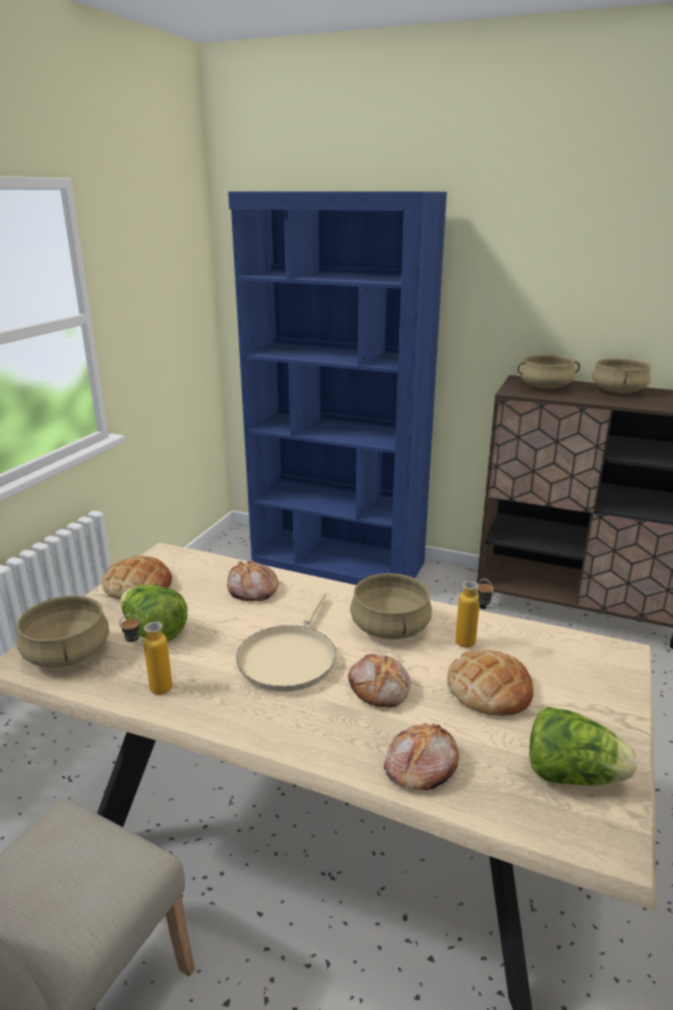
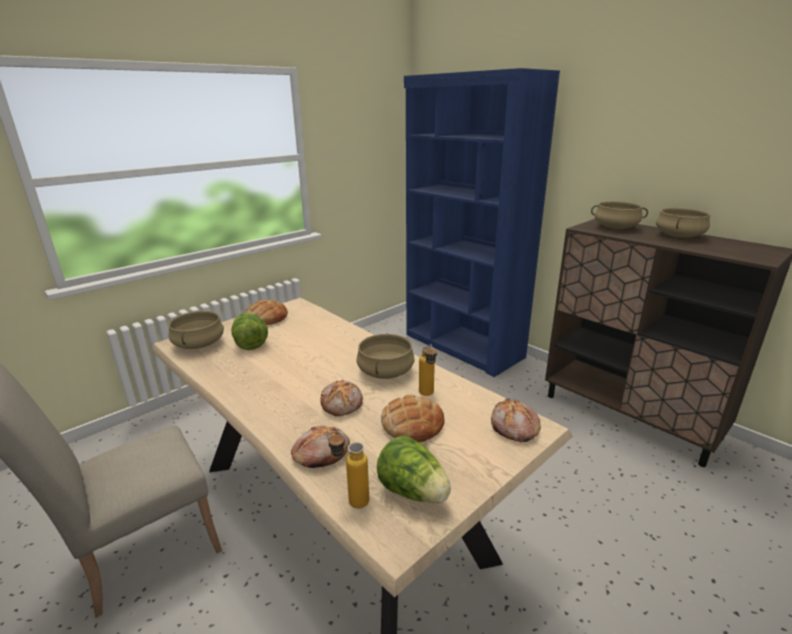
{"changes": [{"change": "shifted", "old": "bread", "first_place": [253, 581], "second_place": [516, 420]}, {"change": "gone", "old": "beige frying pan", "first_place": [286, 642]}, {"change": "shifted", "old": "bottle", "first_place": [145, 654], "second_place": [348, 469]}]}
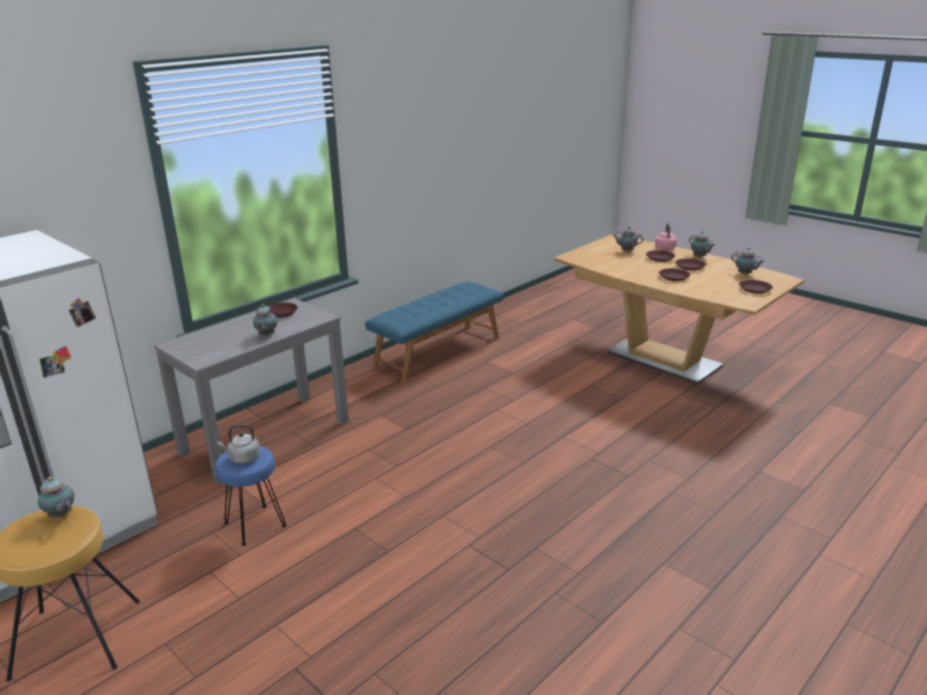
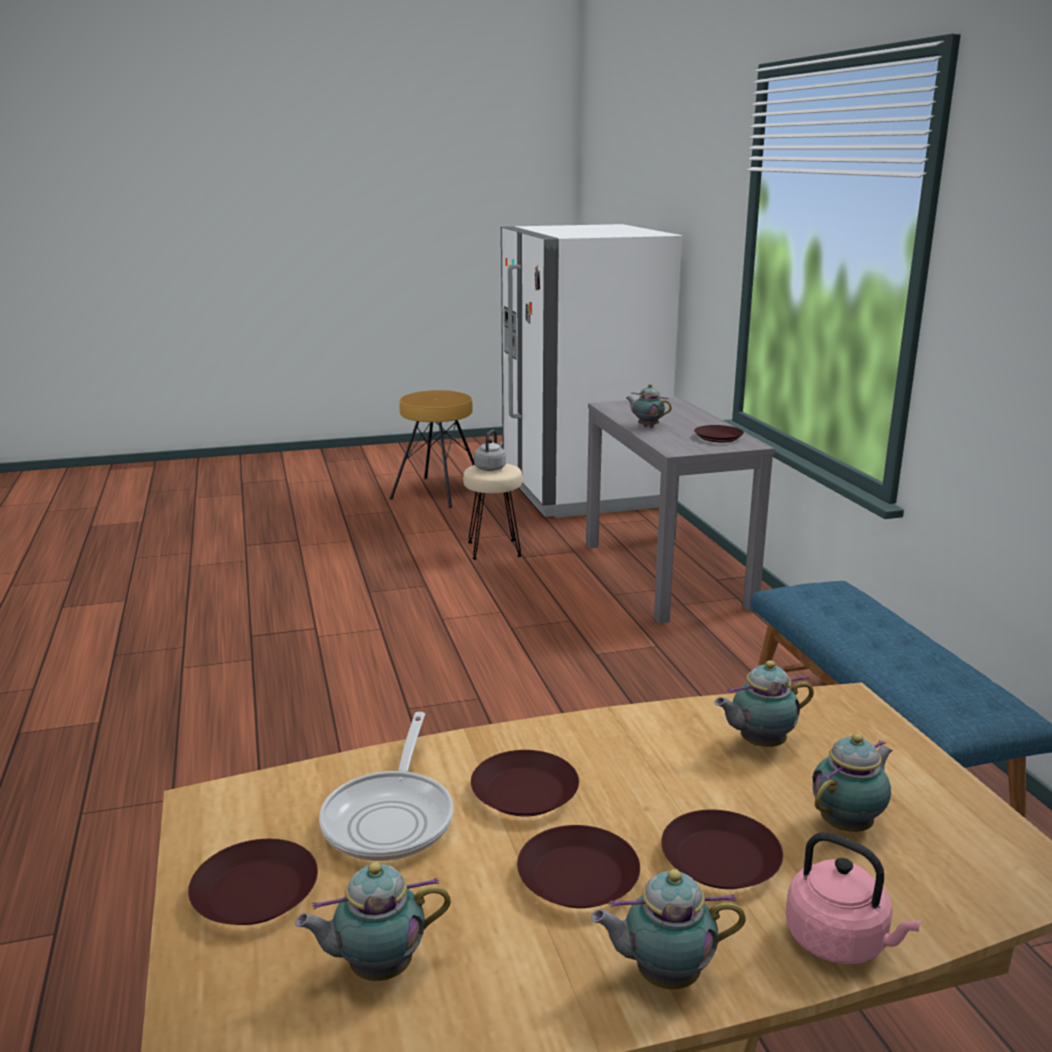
{"changes": [{"change": "repainted", "old": "blue stool", "new": "beige stool", "first_place": [251, 496], "second_place": [493, 512]}, {"change": "shifted", "old": "teapot", "first_place": [56, 497], "second_place": [764, 703]}, {"change": "new", "new": "frying pan", "second_place": [386, 786]}]}
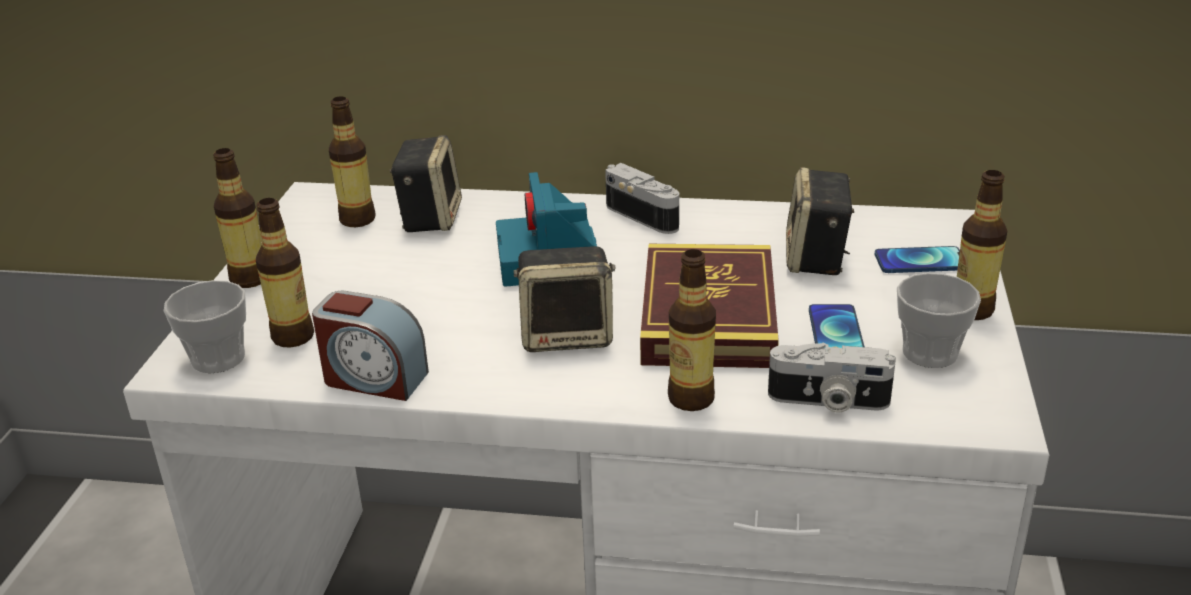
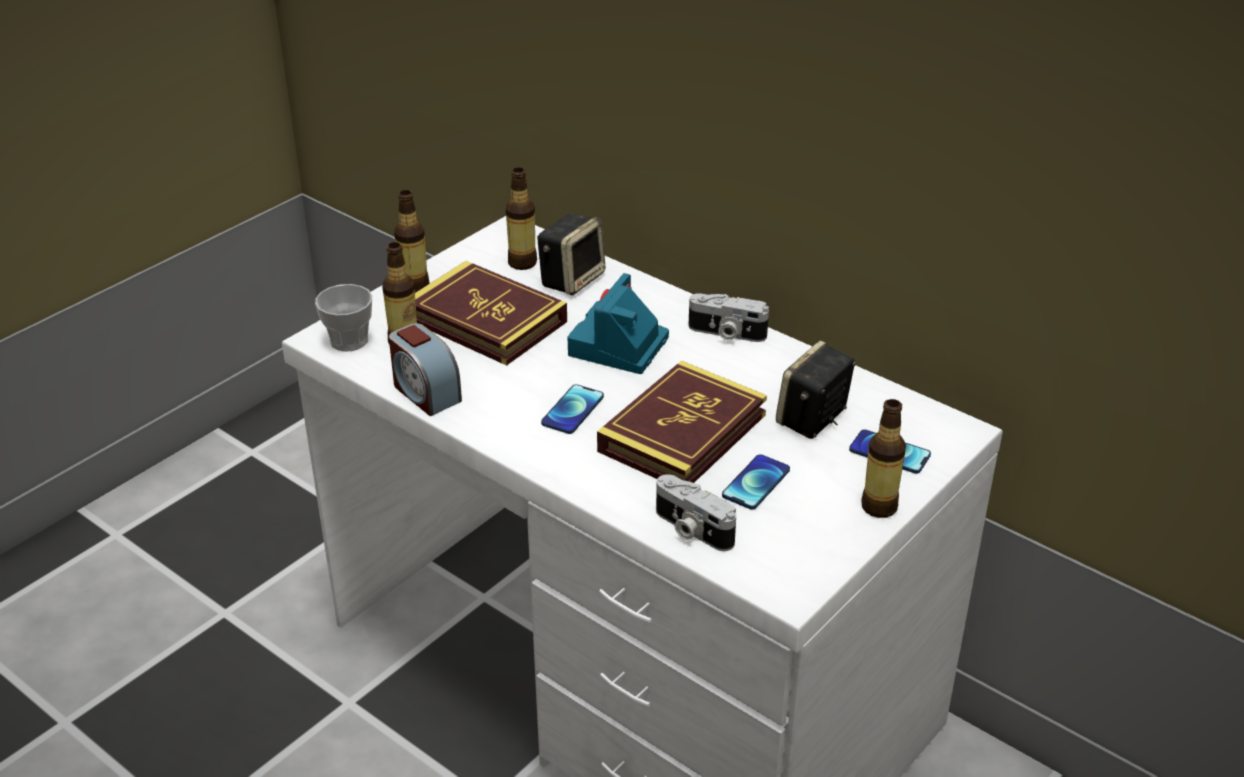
{"changes": [{"change": "rotated", "old": "photo camera", "first_place": [642, 198], "second_place": [728, 317], "degrees": 120}, {"change": "swapped", "old": "speaker", "new": "phone", "first_place": [564, 299], "second_place": [572, 409]}, {"change": "gone", "old": "bottle", "first_place": [692, 330]}, {"change": "gone", "old": "cup", "first_place": [939, 320]}, {"change": "new", "new": "book", "second_place": [491, 313]}]}
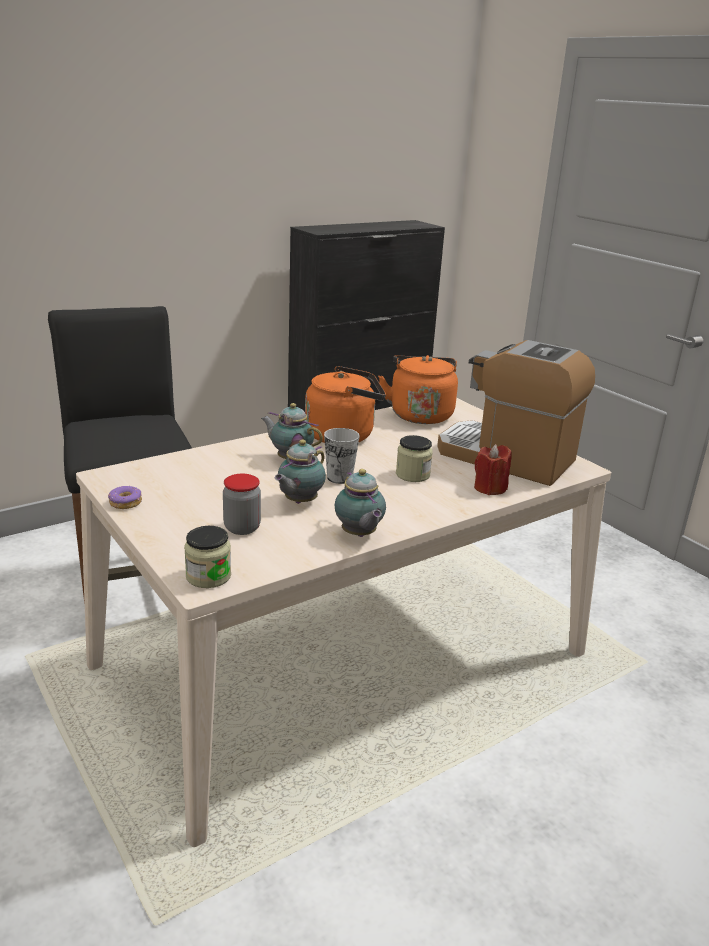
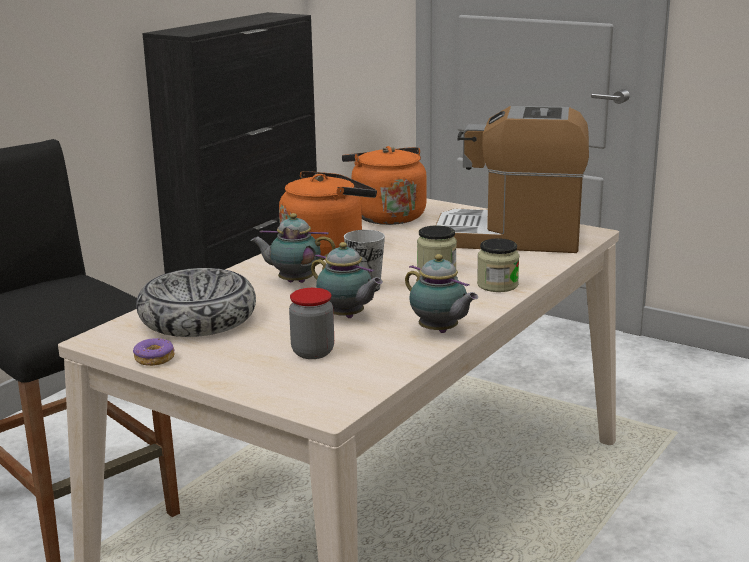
{"changes": [{"change": "rotated", "old": "teapot", "first_place": [300, 472], "second_place": [347, 280], "degrees": -60}, {"change": "gone", "old": "red candle", "first_place": [493, 469]}, {"change": "shifted", "old": "jar", "first_place": [207, 557], "second_place": [498, 265]}, {"change": "new", "new": "bowl", "second_place": [196, 302]}]}
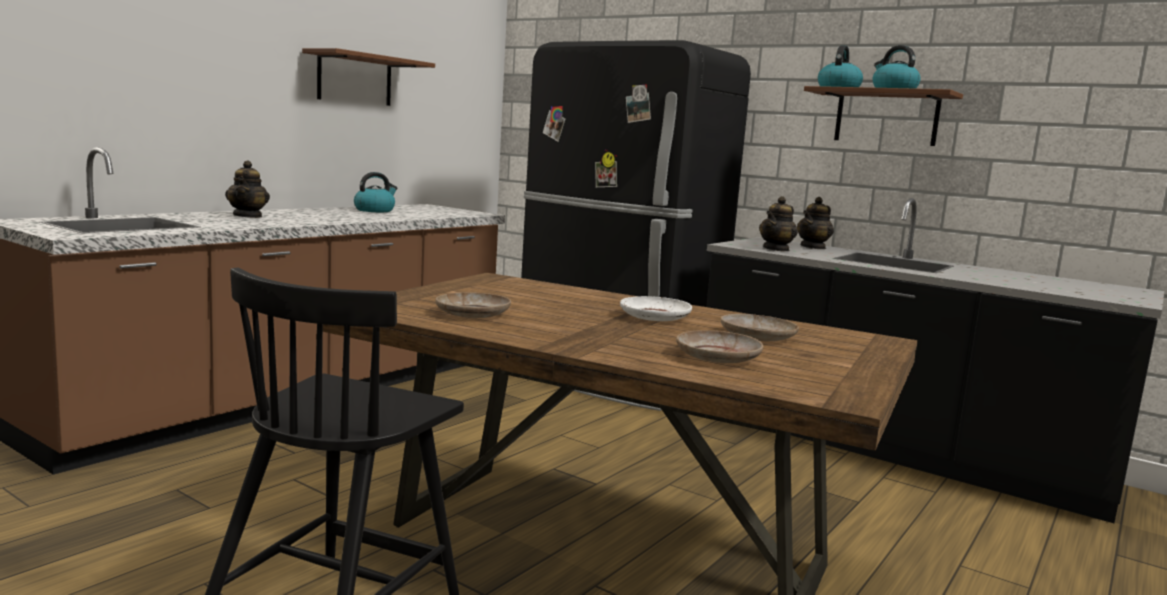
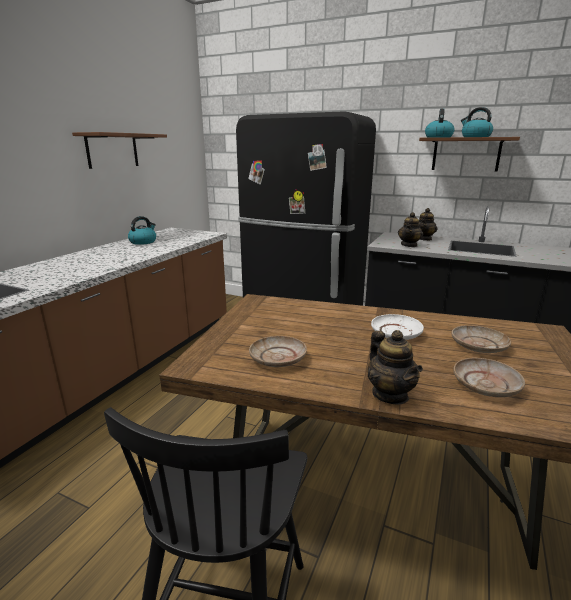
{"changes": [{"change": "shifted", "old": "teapot", "first_place": [247, 189], "second_place": [395, 367]}]}
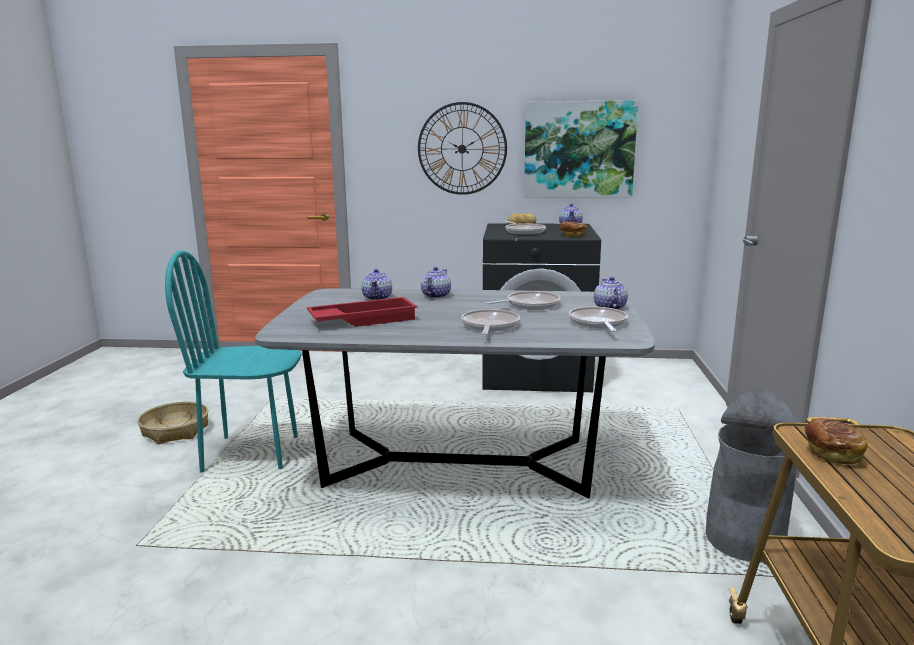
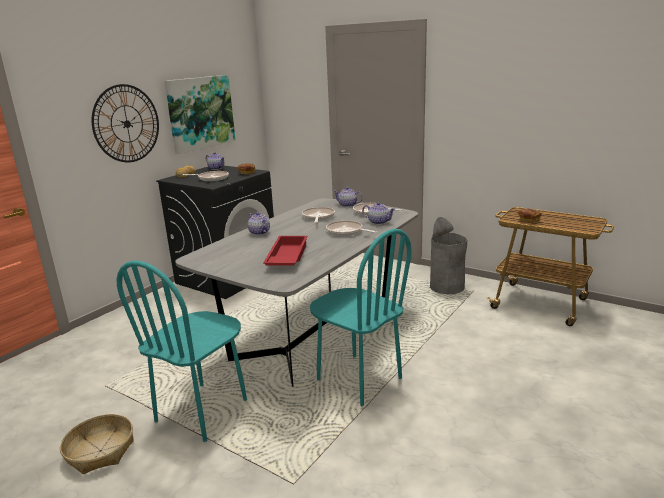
{"changes": [{"change": "shifted", "old": "teapot", "first_place": [376, 284], "second_place": [378, 213]}, {"change": "new", "new": "turquoise chair", "second_place": [360, 317]}]}
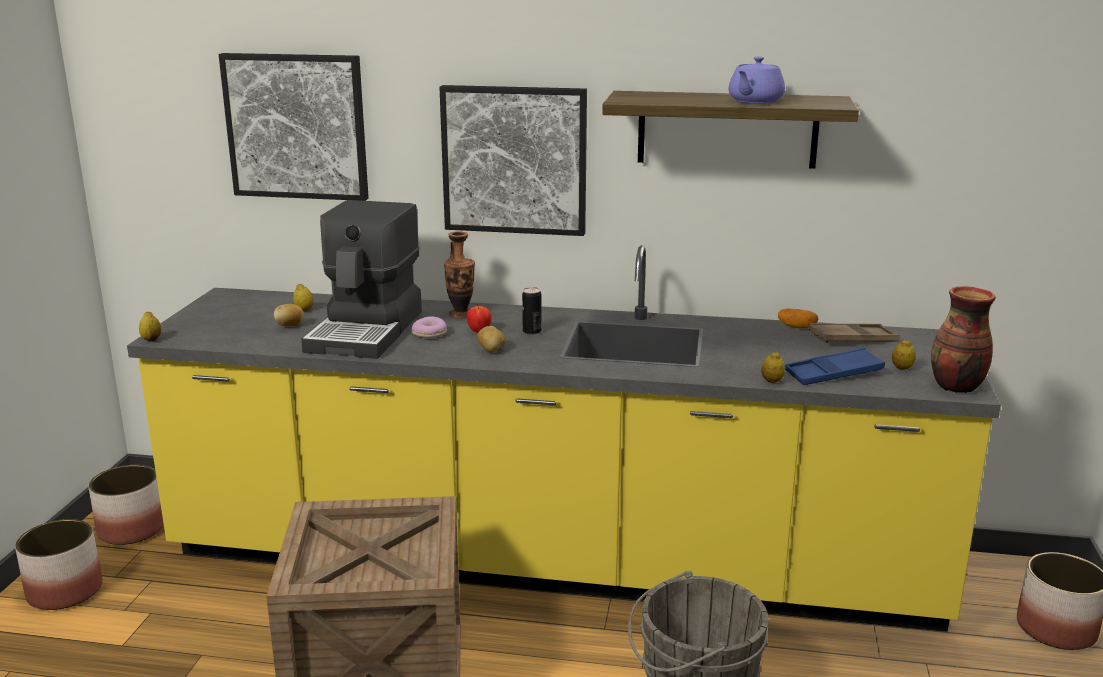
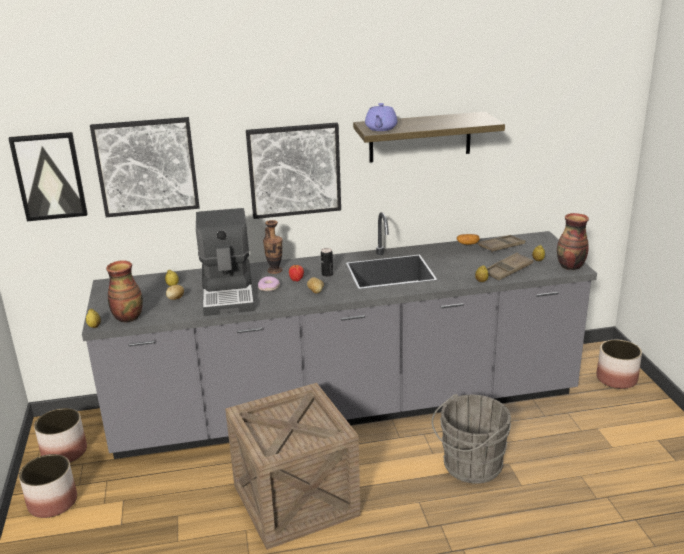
{"changes": [{"change": "shifted", "old": "purple teapot", "first_place": [757, 80], "second_place": [381, 117]}, {"change": "repainted", "old": "yellow counter", "new": "grey counter", "first_place": [564, 438], "second_place": [339, 335]}, {"change": "repainted", "old": "blue tray", "new": "brown tray", "first_place": [835, 366], "second_place": [510, 267]}, {"change": "new", "new": "picture", "second_place": [47, 176]}, {"change": "new", "new": "vase", "second_place": [124, 291]}]}
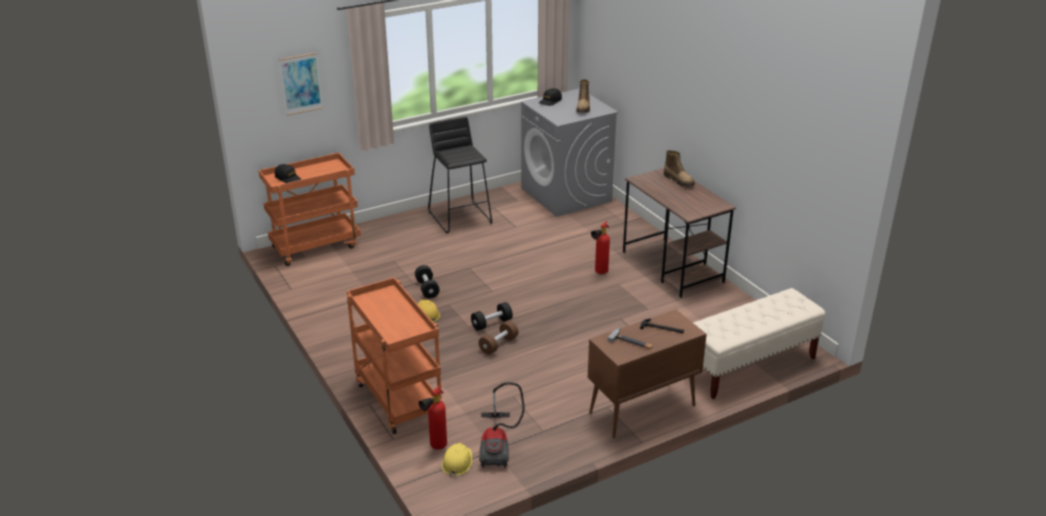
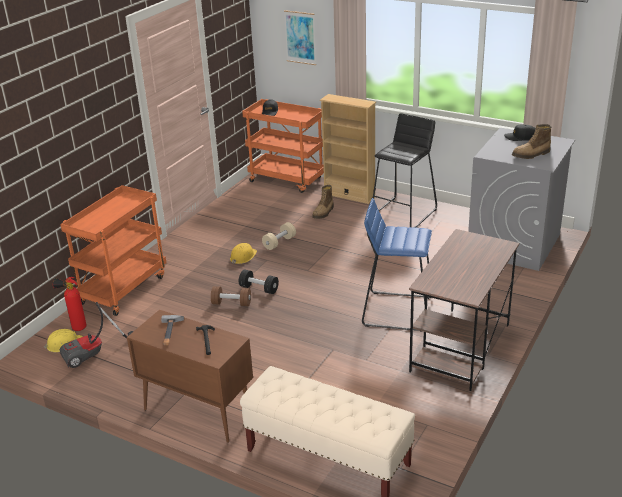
{"changes": [{"change": "shifted", "old": "boot", "first_place": [679, 168], "second_place": [323, 202]}, {"change": "swapped", "old": "fire extinguisher", "new": "blue stool", "first_place": [600, 247], "second_place": [397, 264]}, {"change": "repainted", "old": "black dumbbell", "new": "beige dumbbell", "first_place": [427, 281], "second_place": [279, 236]}, {"change": "new", "new": "beige bookcase", "second_place": [348, 149]}]}
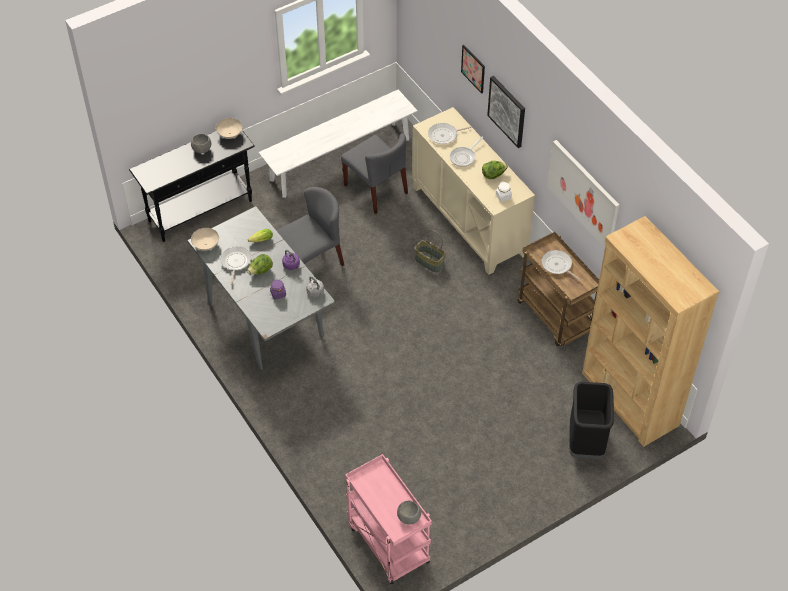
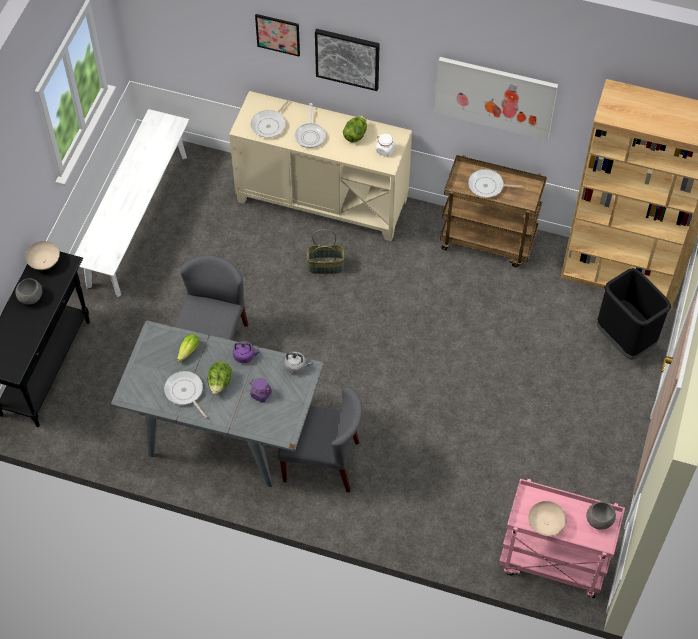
{"changes": [{"change": "shifted", "old": "grey chair", "first_place": [374, 173], "second_place": [320, 440]}, {"change": "shifted", "old": "beige bowl", "first_place": [205, 239], "second_place": [547, 518]}]}
